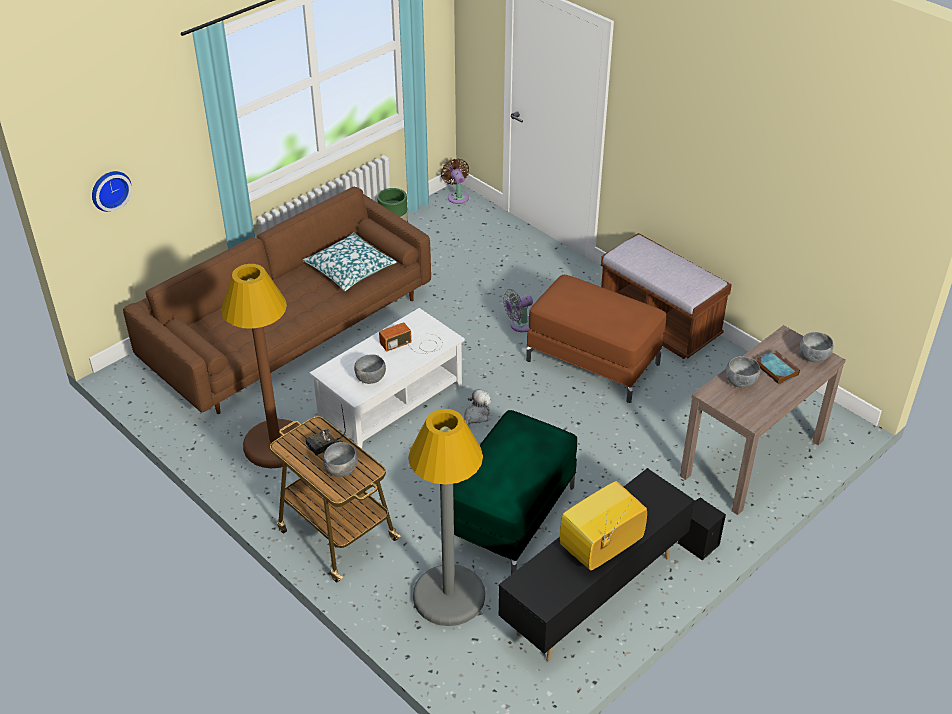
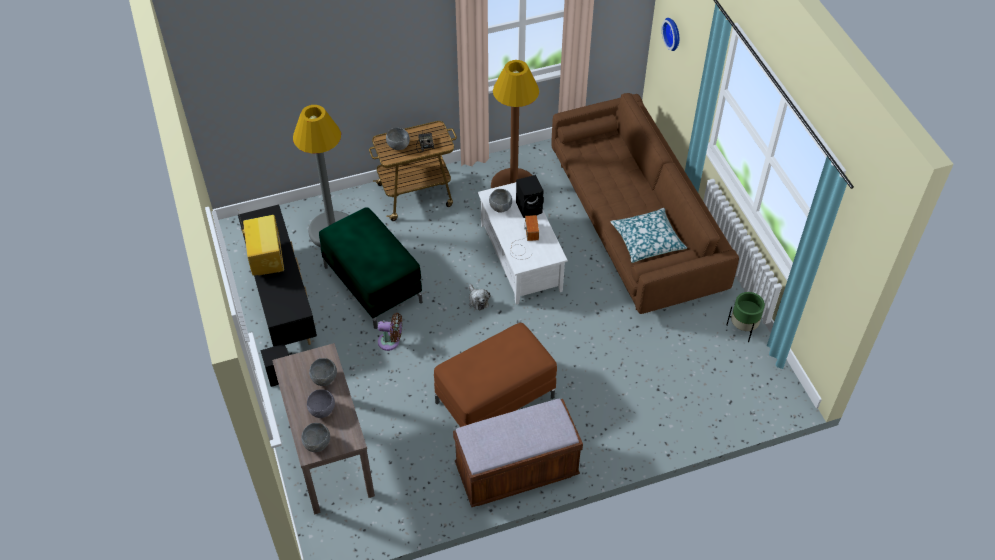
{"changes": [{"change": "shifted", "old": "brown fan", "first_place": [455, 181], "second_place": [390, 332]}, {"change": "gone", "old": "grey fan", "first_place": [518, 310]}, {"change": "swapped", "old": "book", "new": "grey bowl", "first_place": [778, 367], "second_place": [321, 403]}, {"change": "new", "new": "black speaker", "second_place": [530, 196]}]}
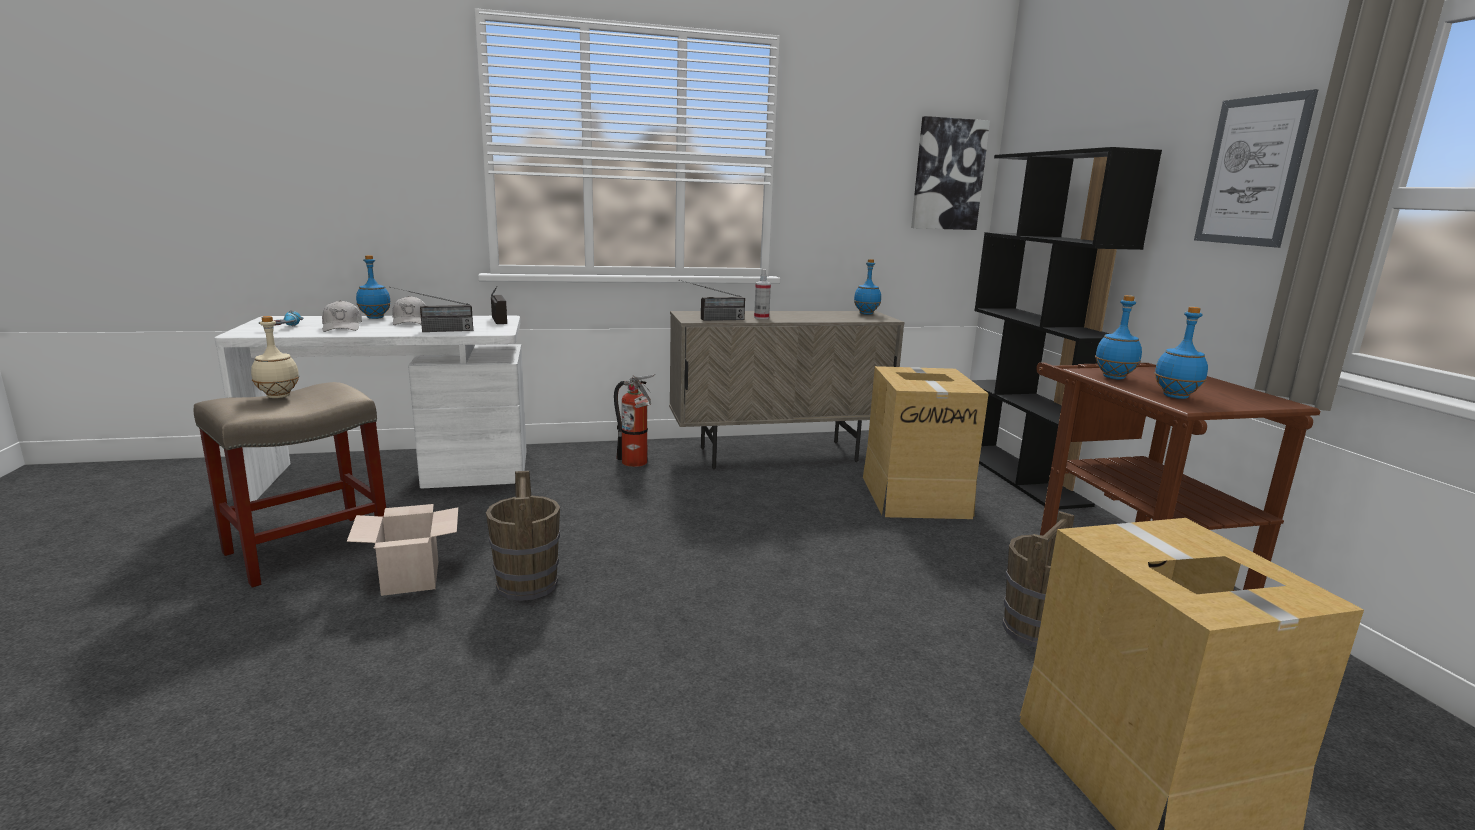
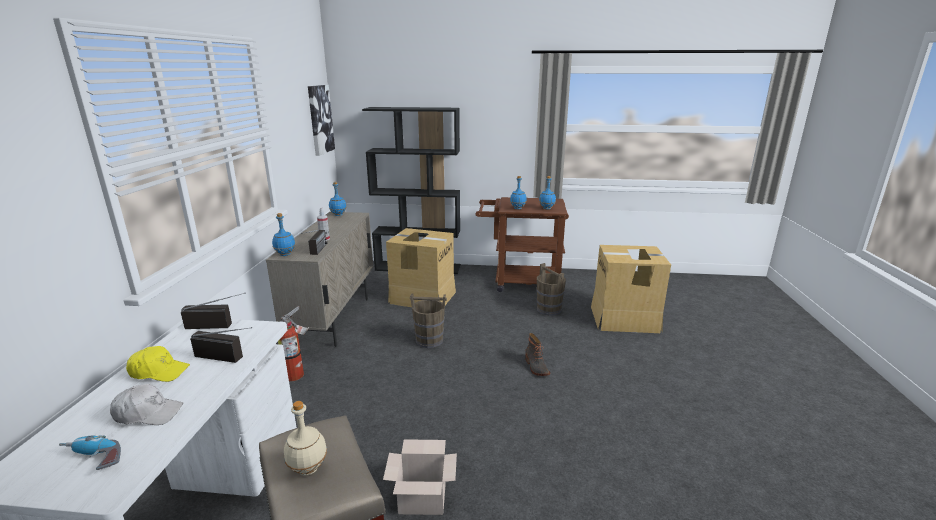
{"changes": [{"change": "gone", "old": "picture", "first_place": [1256, 168]}, {"change": "shifted", "old": "blue bottle", "first_place": [373, 287], "second_place": [283, 234]}, {"change": "rotated", "old": "radio", "first_place": [431, 309], "second_place": [221, 345], "degrees": -75}, {"change": "repainted", "old": "white cap", "new": "yellow cap", "first_place": [409, 310], "second_place": [158, 364]}, {"change": "shifted", "old": "brown bucket", "first_place": [523, 535], "second_place": [428, 320]}, {"change": "new", "new": "boot", "second_place": [537, 354]}]}
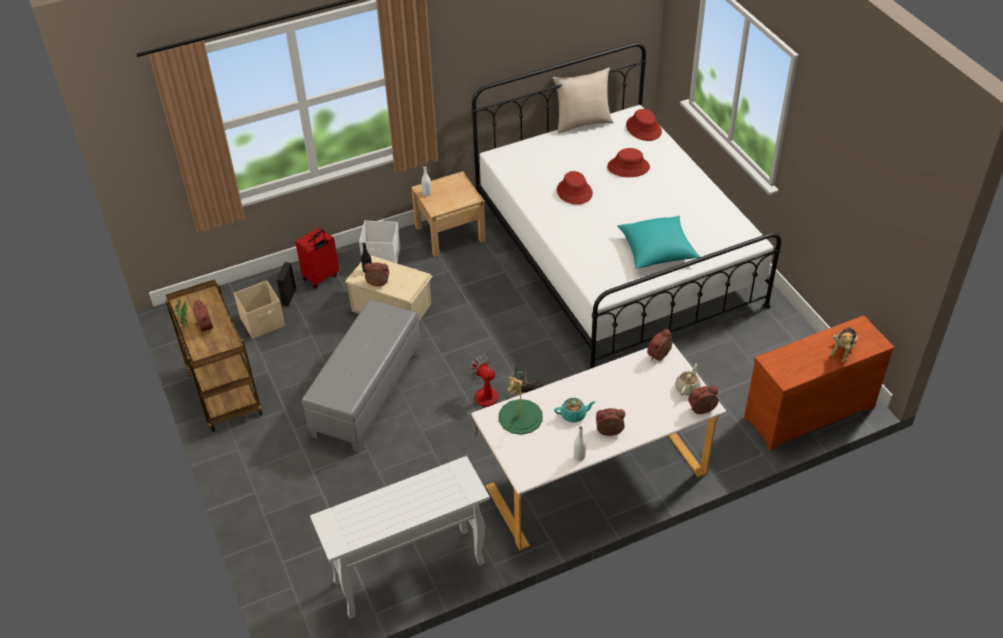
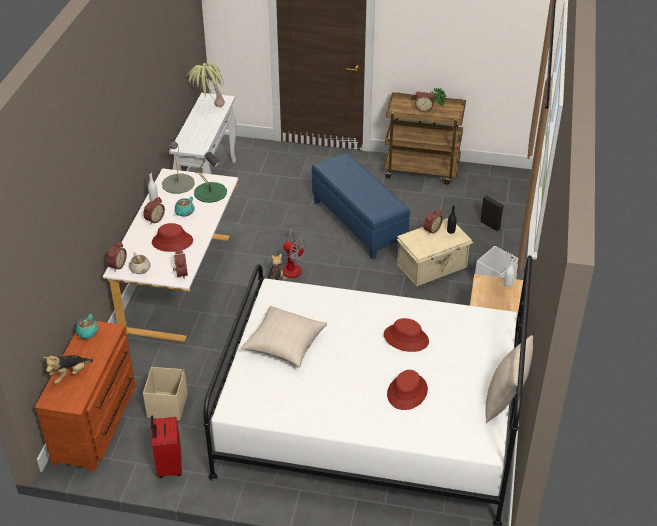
{"changes": [{"change": "shifted", "old": "red hat", "first_place": [644, 125], "second_place": [172, 237]}, {"change": "repainted", "old": "turquoise pillow", "new": "beige pillow", "first_place": [658, 242], "second_place": [284, 336]}, {"change": "shifted", "old": "red suitcase", "first_place": [317, 258], "second_place": [166, 447]}, {"change": "shifted", "old": "beige storage box", "first_place": [259, 309], "second_place": [165, 394]}, {"change": "repainted", "old": "grey ottoman", "new": "blue ottoman", "first_place": [361, 375], "second_place": [361, 206]}, {"change": "rotated", "old": "plush toy", "first_place": [844, 344], "second_place": [68, 369], "degrees": -105}, {"change": "rotated", "old": "fan", "first_place": [482, 395], "second_place": [293, 253], "degrees": 45}, {"change": "new", "new": "potted plant", "second_place": [206, 84]}, {"change": "new", "new": "grey table lamp", "second_place": [178, 167]}, {"change": "new", "new": "turquoise teapot", "second_place": [87, 326]}]}
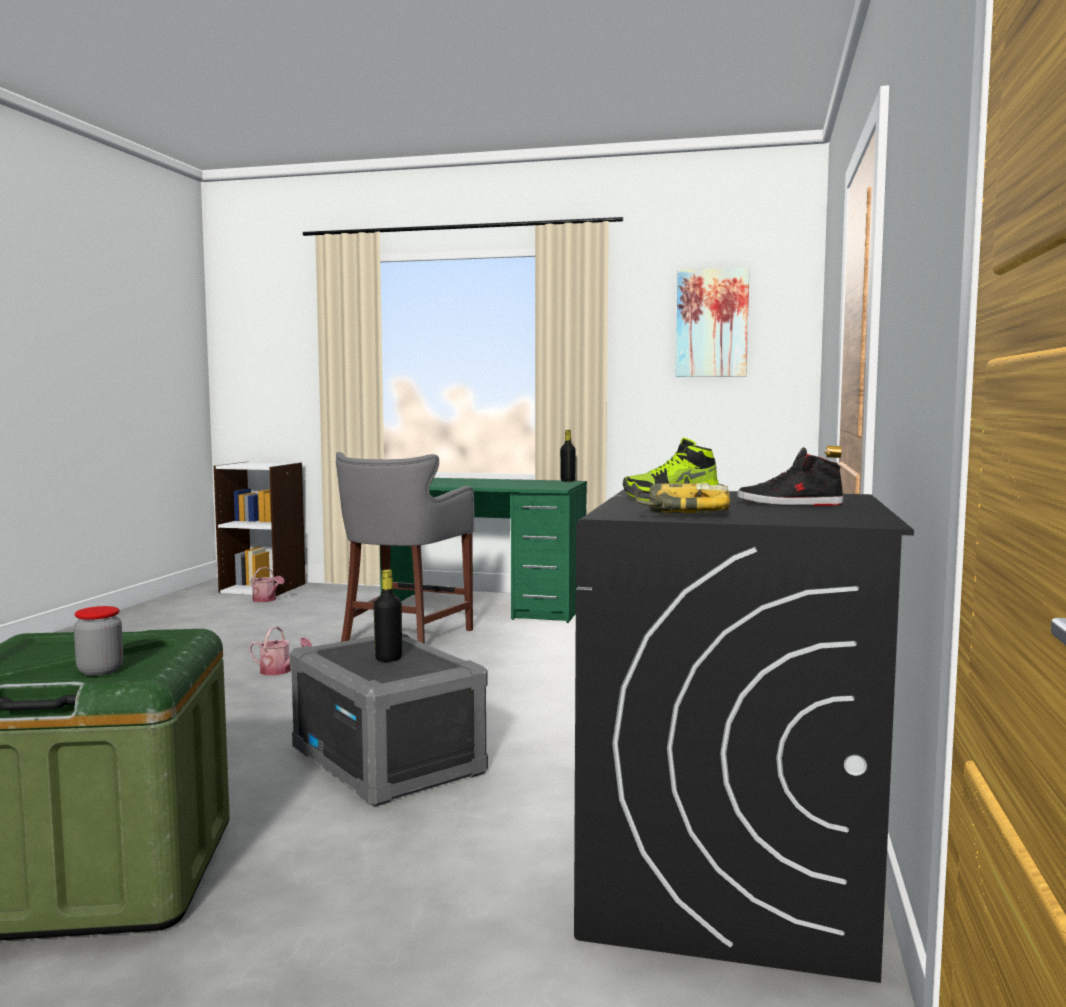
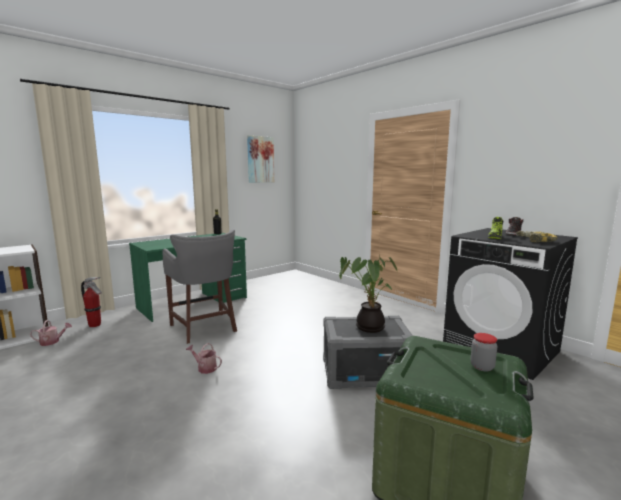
{"changes": [{"change": "swapped", "old": "black bottle", "new": "potted plant", "first_place": [388, 616], "second_place": [368, 294]}, {"change": "rotated", "old": "watering can", "first_place": [280, 650], "second_place": [204, 358], "degrees": -120}, {"change": "new", "new": "fire extinguisher", "second_place": [91, 302]}]}
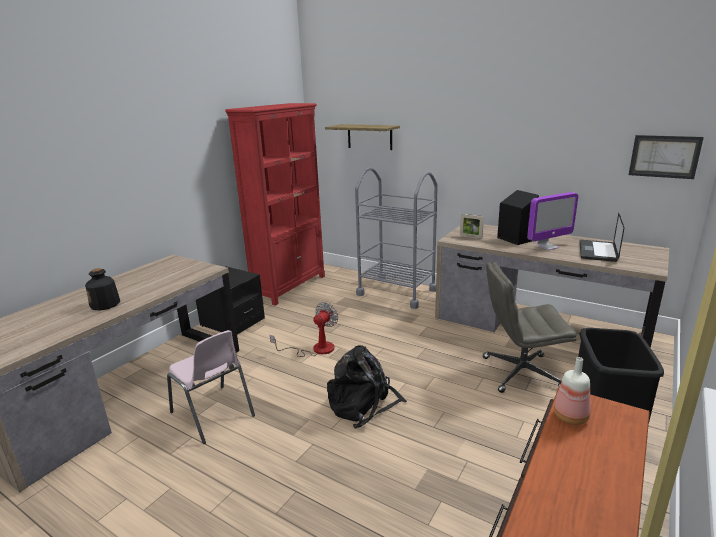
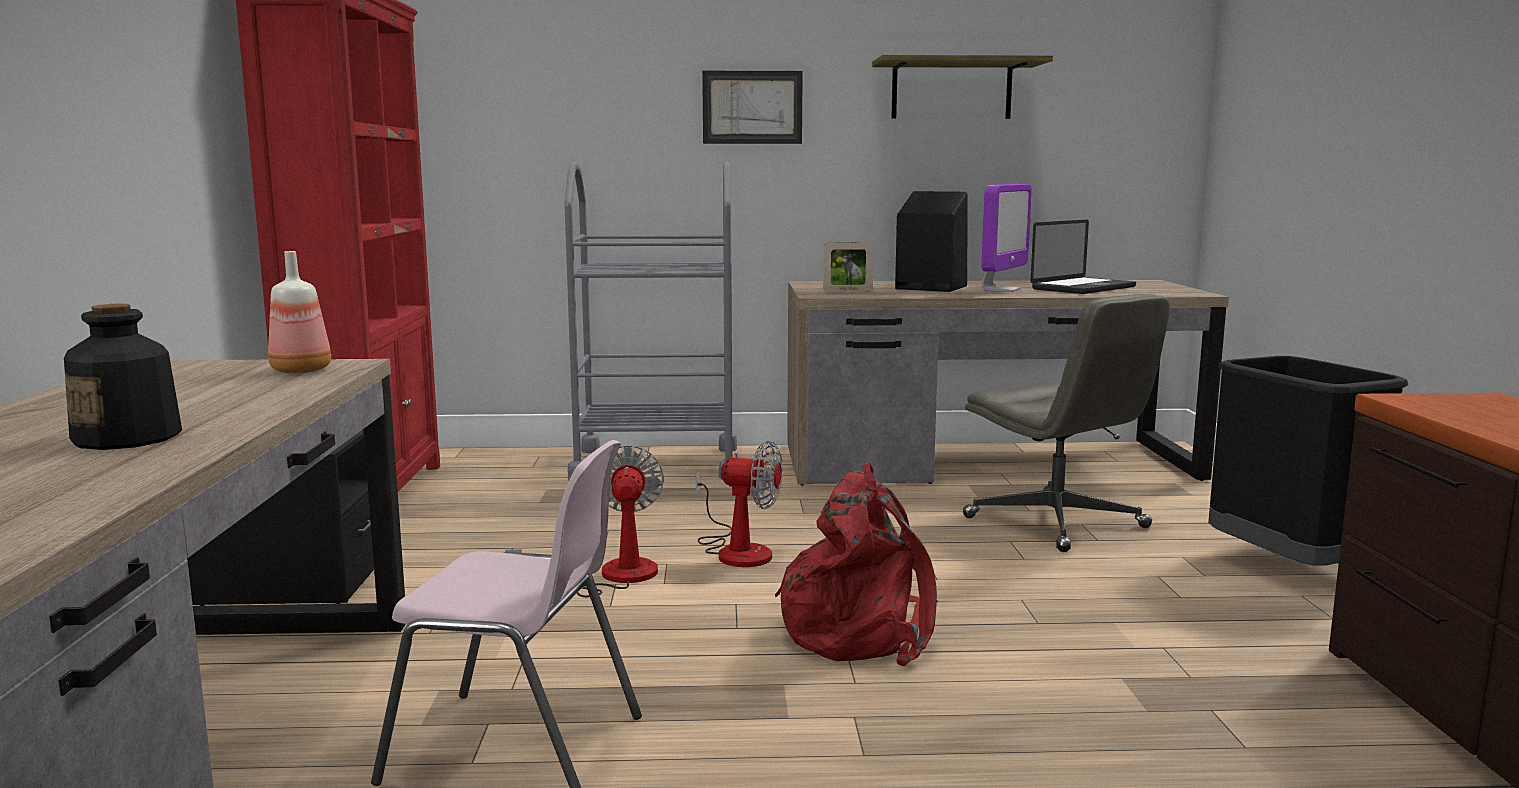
{"changes": [{"change": "shifted", "old": "shelf", "first_place": [362, 137], "second_place": [962, 87]}, {"change": "shifted", "old": "picture", "first_place": [666, 157], "second_place": [752, 107]}, {"change": "rotated", "old": "laptop", "first_place": [602, 237], "second_place": [1083, 257], "degrees": -120}, {"change": "rotated", "old": "grey office chair", "first_place": [530, 327], "second_place": [1066, 423], "degrees": -90}, {"change": "repainted", "old": "black backpack", "new": "red backpack", "first_place": [367, 387], "second_place": [856, 564]}, {"change": "shifted", "old": "bottle", "first_place": [572, 391], "second_place": [299, 312]}, {"change": "new", "new": "fan", "second_place": [739, 504]}]}
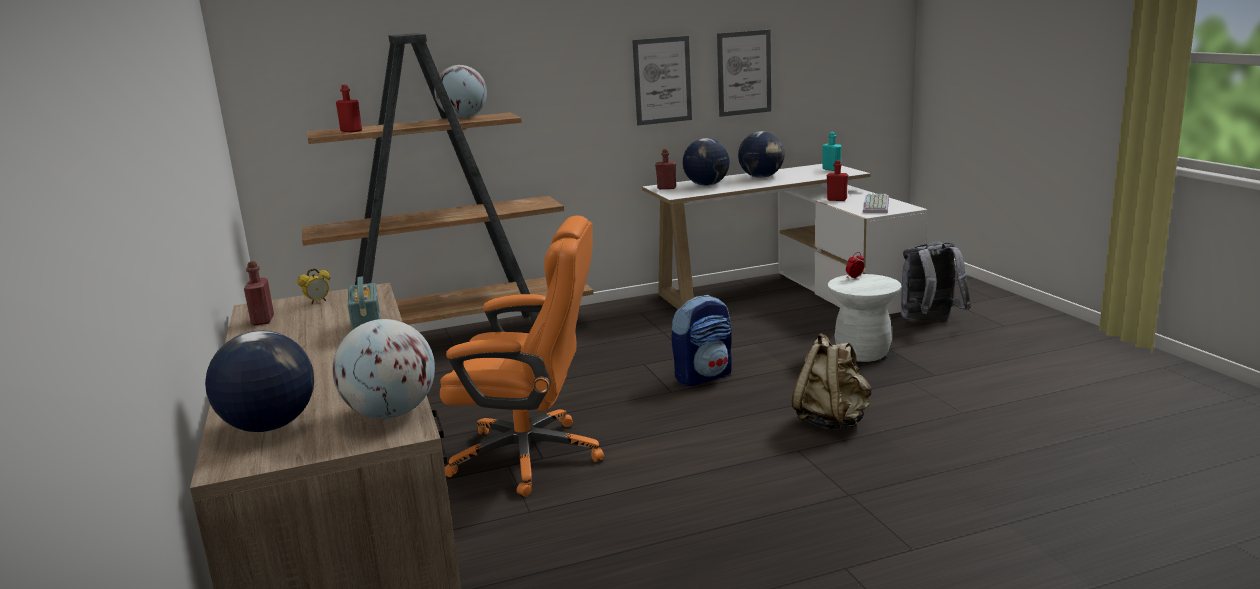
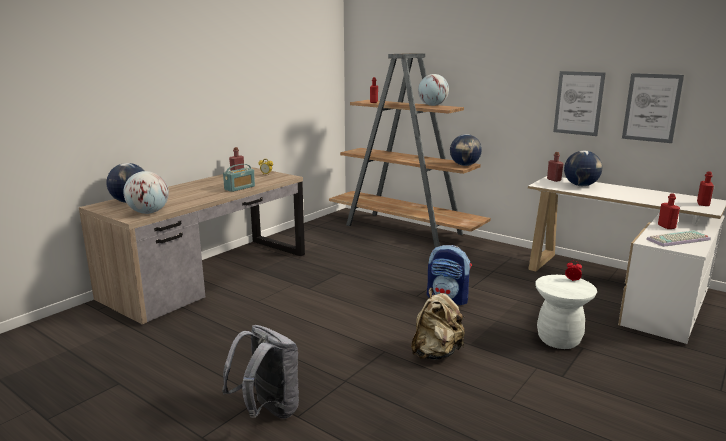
{"changes": [{"change": "shifted", "old": "globe", "first_place": [761, 154], "second_place": [466, 150]}, {"change": "repainted", "old": "turquoise bottle", "new": "red bottle", "first_place": [832, 151], "second_place": [705, 188]}, {"change": "gone", "old": "orange office chair", "first_place": [522, 356]}, {"change": "shifted", "old": "grey backpack", "first_place": [936, 282], "second_place": [260, 372]}]}
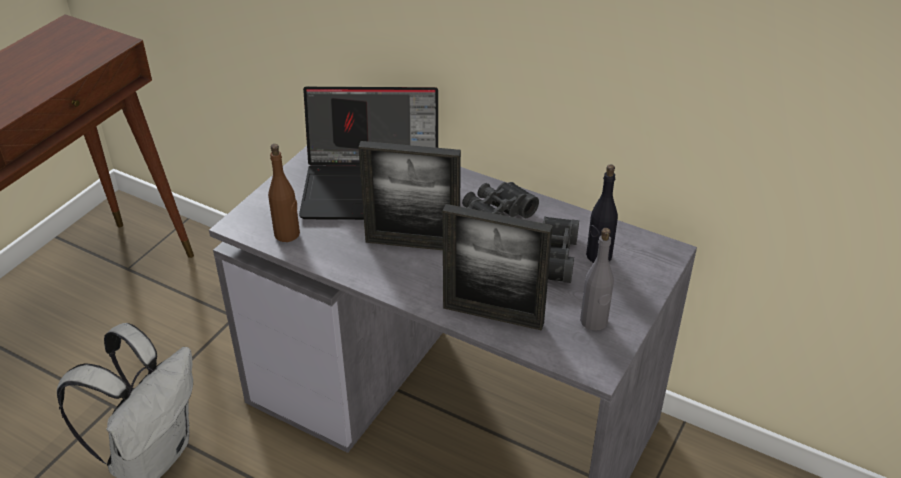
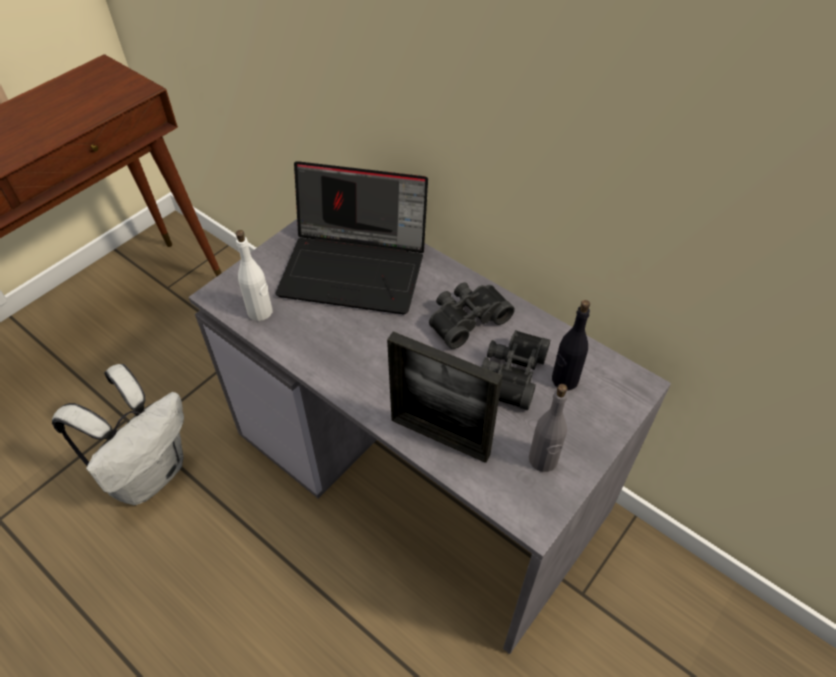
{"changes": [{"change": "gone", "old": "picture frame", "first_place": [410, 195]}, {"change": "repainted", "old": "brown bottle", "new": "white bottle", "first_place": [284, 193], "second_place": [254, 275]}]}
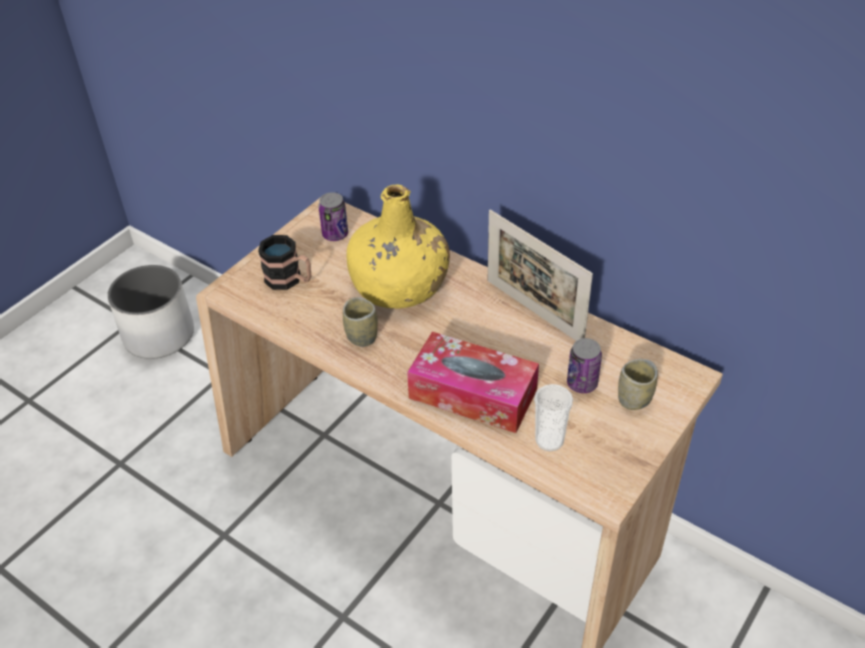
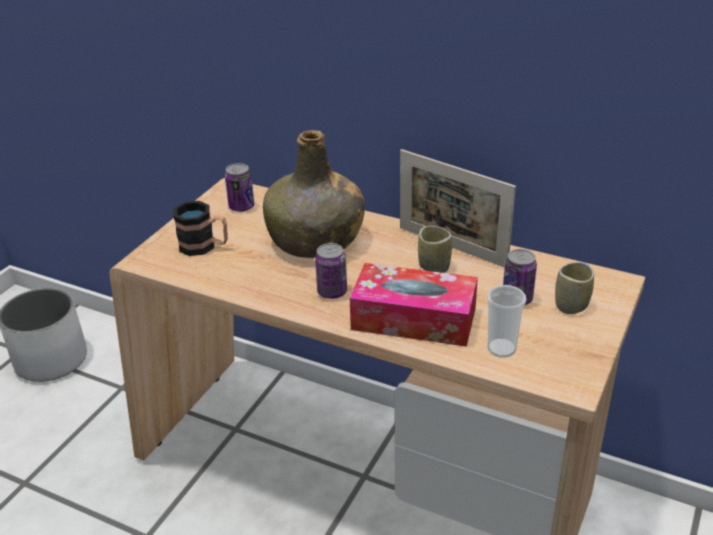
{"changes": [{"change": "repainted", "old": "yellow bottle", "new": "green bottle", "first_place": [398, 246], "second_place": [314, 194]}, {"change": "shifted", "old": "cup", "first_place": [360, 322], "second_place": [435, 249]}, {"change": "new", "new": "can", "second_place": [331, 271]}]}
